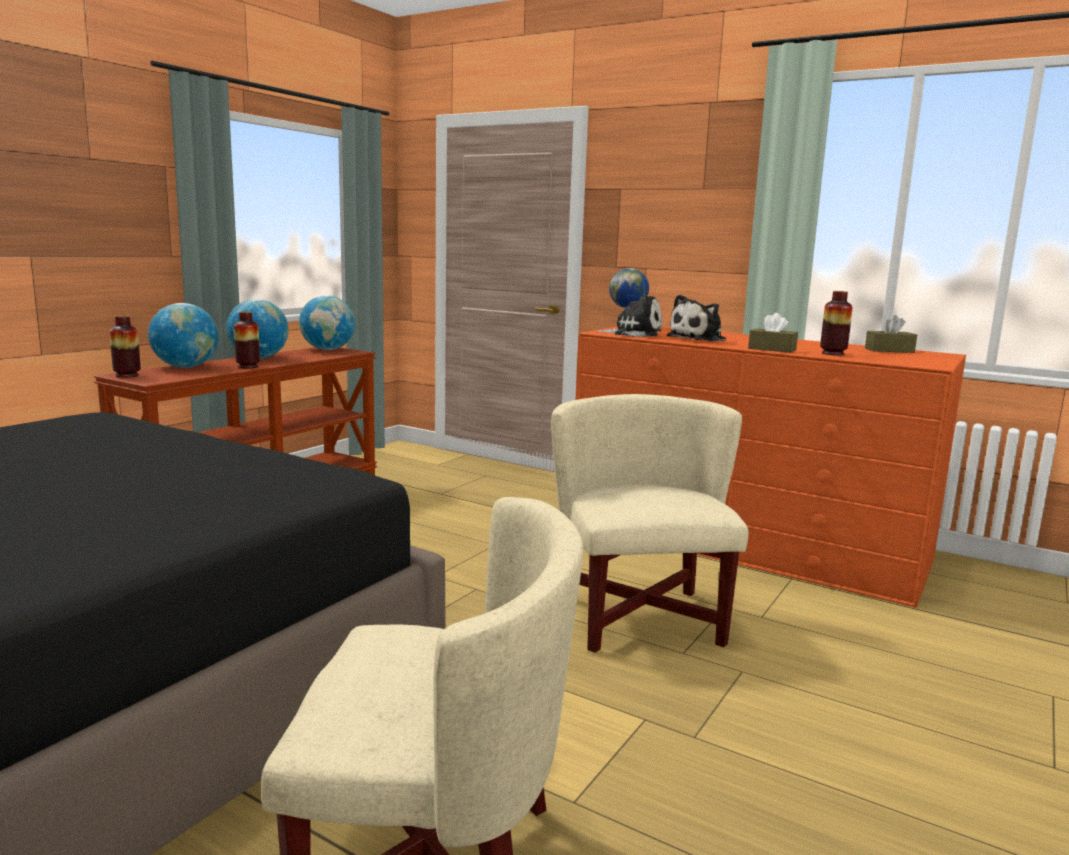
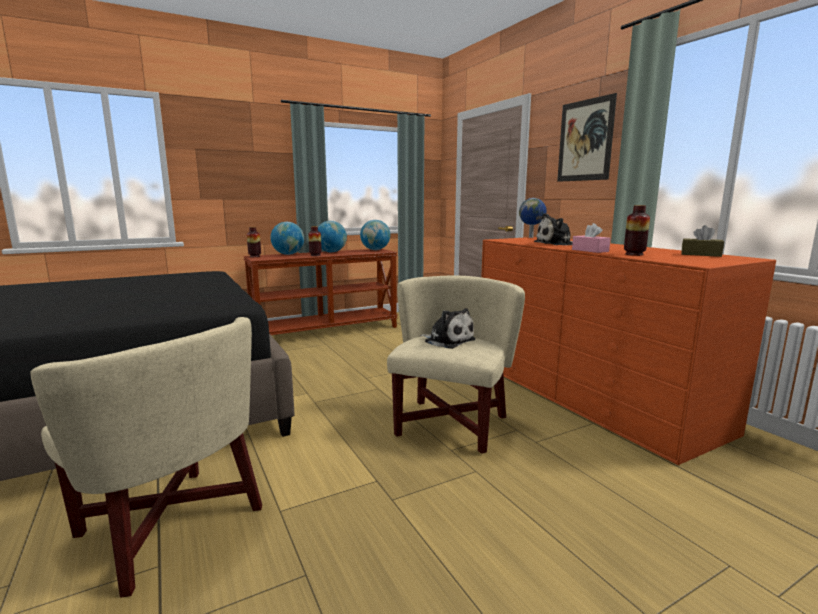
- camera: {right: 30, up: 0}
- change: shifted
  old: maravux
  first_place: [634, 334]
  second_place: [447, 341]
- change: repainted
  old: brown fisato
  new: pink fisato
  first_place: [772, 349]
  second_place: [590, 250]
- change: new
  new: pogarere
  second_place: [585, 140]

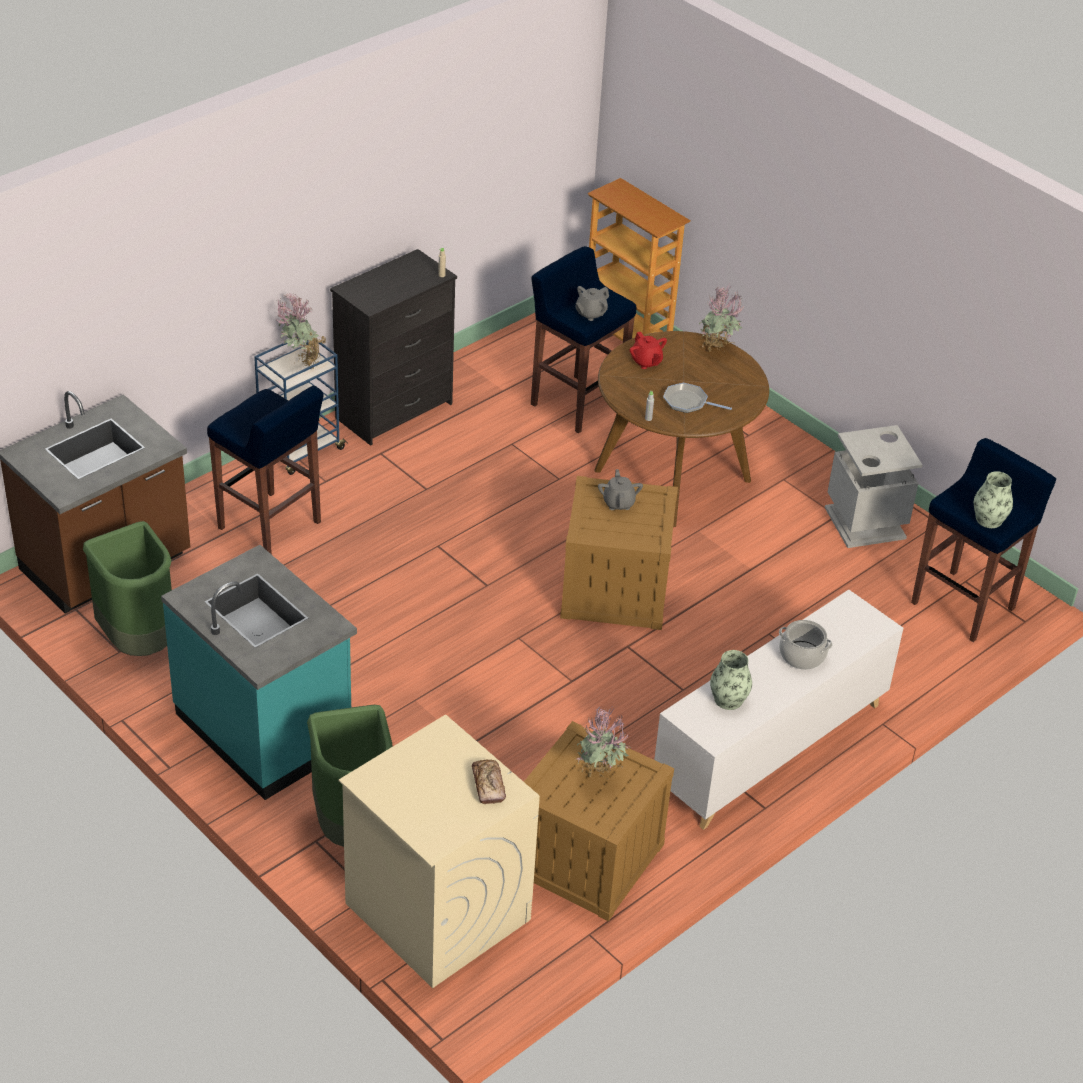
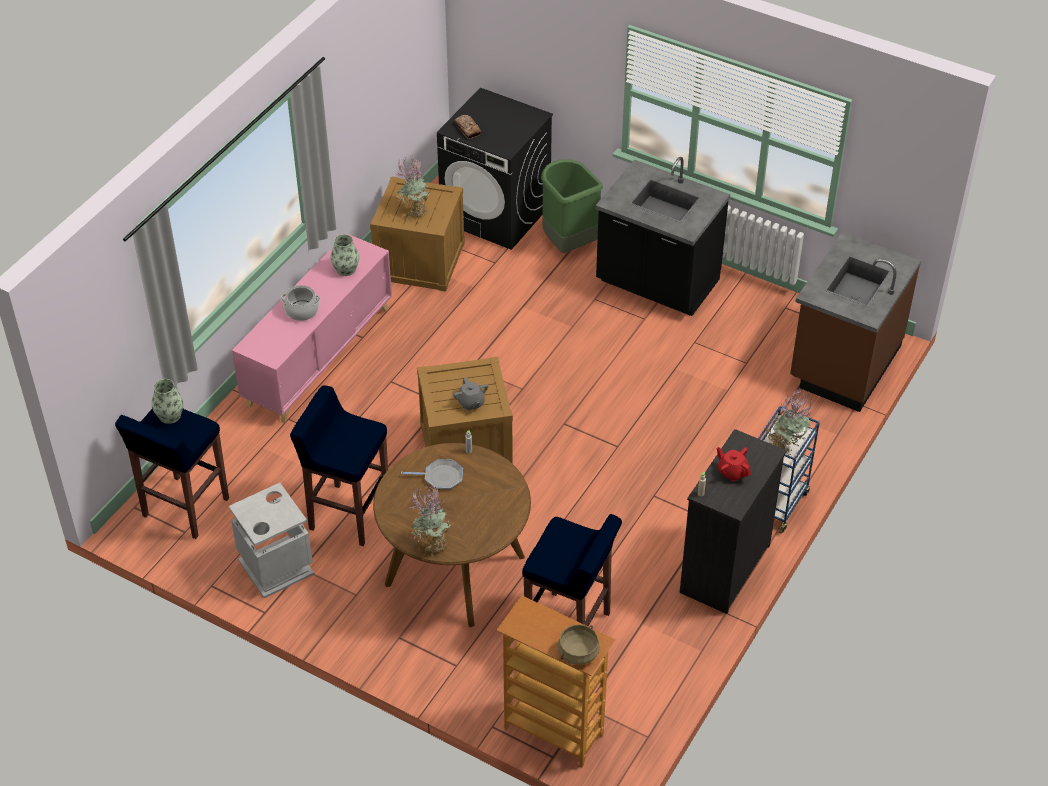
- camera: {right: 165, up: 5}
- change: gone
  old: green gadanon
  first_place: [140, 641]
- change: repainted
  old: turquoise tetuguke
  new: black tetuguke
  first_place: [265, 729]
  second_place: [657, 284]
- change: shifted
  old: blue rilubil
  first_place: [270, 526]
  second_place: [348, 514]
- change: repainted
  old: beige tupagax
  new: black tupagax
  first_place: [436, 911]
  second_place: [496, 213]
- change: gone
  old: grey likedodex
  first_place: [590, 313]
- change: shifted
  old: red likedodex
  first_place: [646, 362]
  second_place: [732, 472]
- change: repainted
  old: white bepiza
  new: pink bepiza
  first_place: [770, 748]
  second_place: [319, 356]
- change: new
  new: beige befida
  second_place: [578, 652]

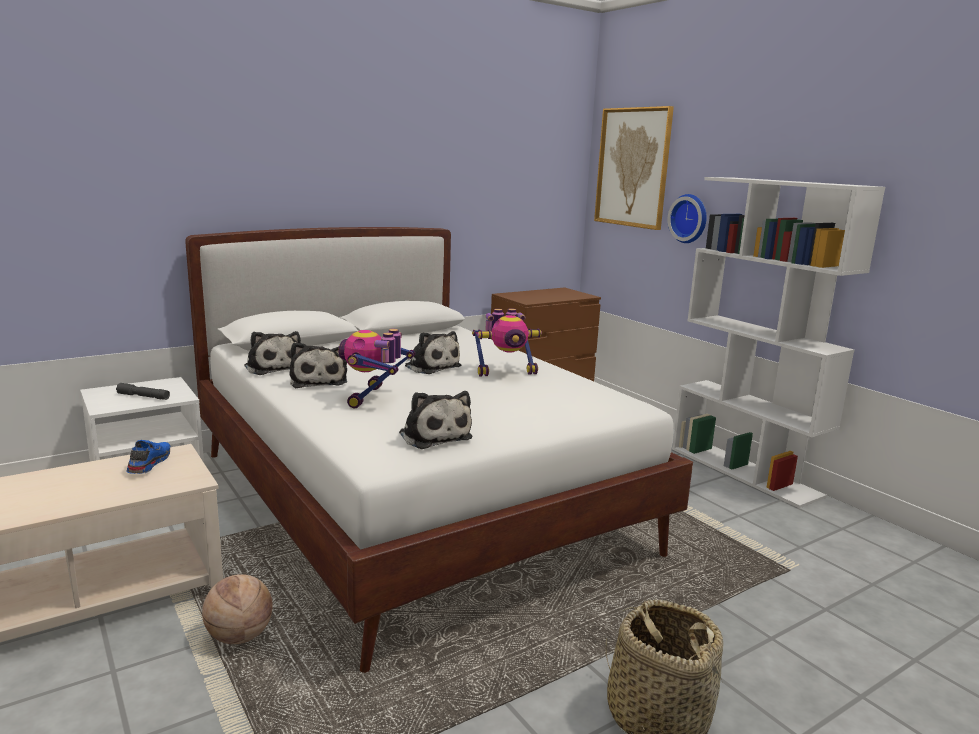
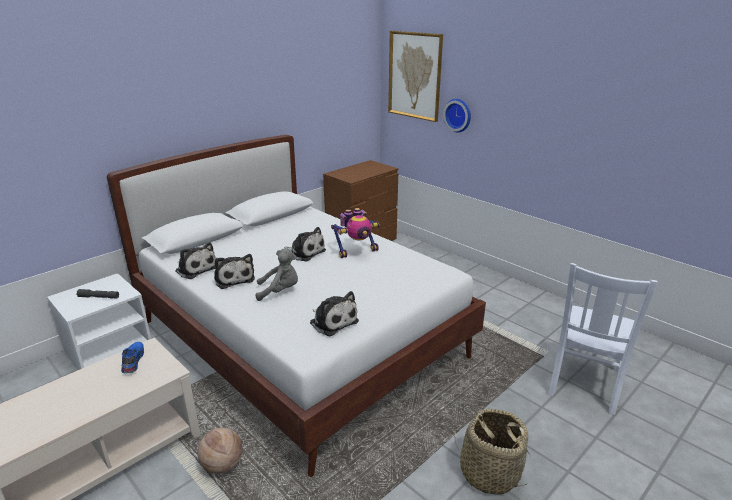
- camera: {right: -10, up: 10}
- change: swapped
  old: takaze
  new: grey maravux
  first_place: [374, 398]
  second_place: [280, 291]
- change: gone
  old: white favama
  first_place: [745, 472]
- change: new
  new: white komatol
  second_place: [584, 384]

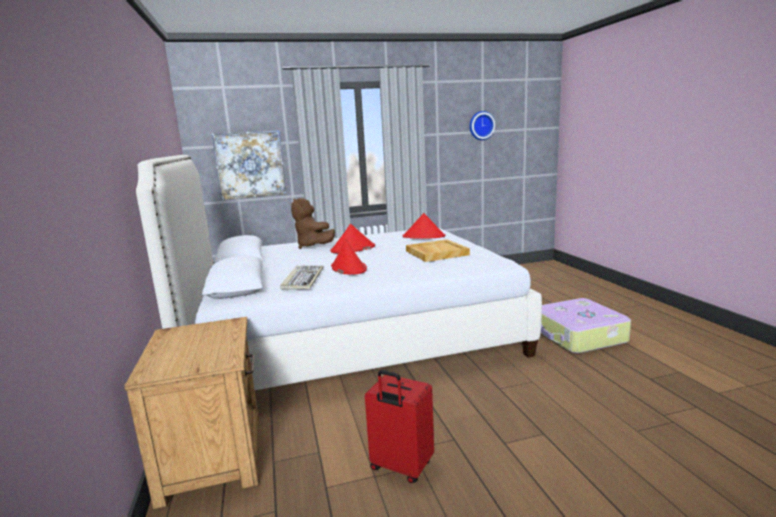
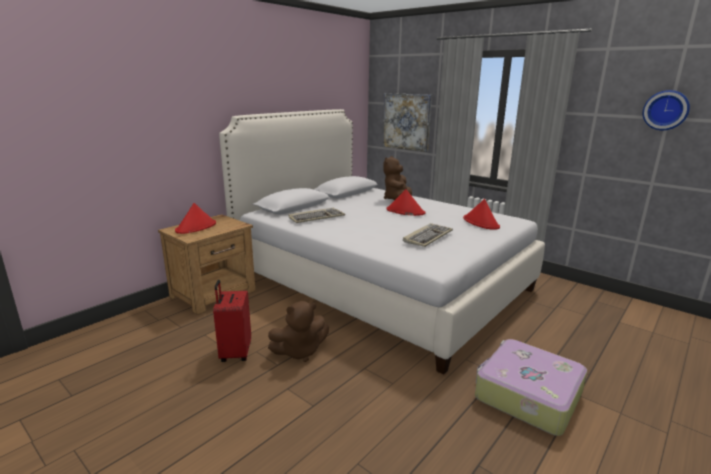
- camera: {right: 55, up: 5}
- change: shifted
  old: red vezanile
  first_place: [348, 268]
  second_place: [196, 227]
- change: swapped
  old: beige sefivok
  new: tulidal
  first_place: [436, 253]
  second_place: [427, 237]
- change: new
  new: brown maravux
  second_place: [300, 351]

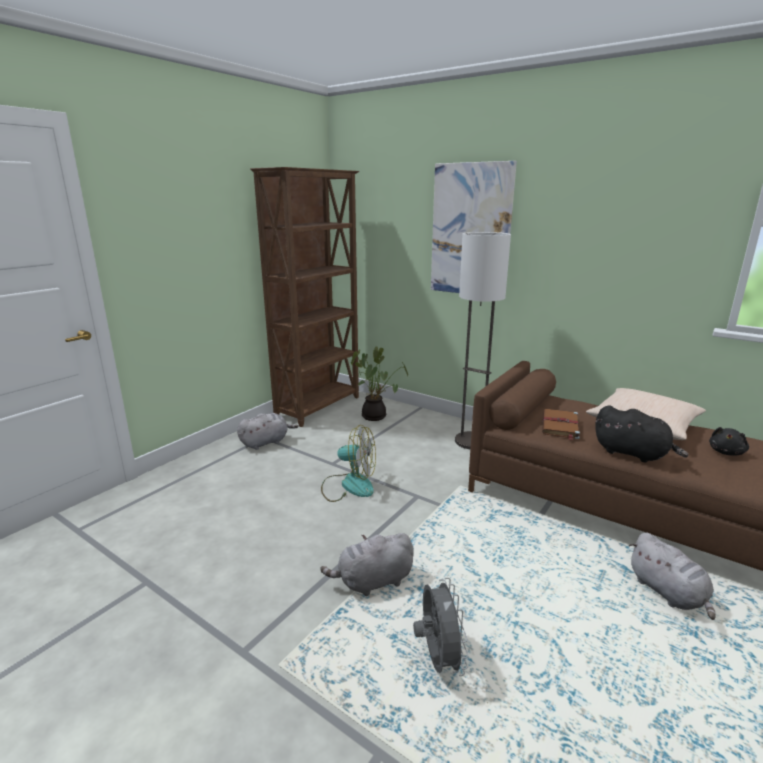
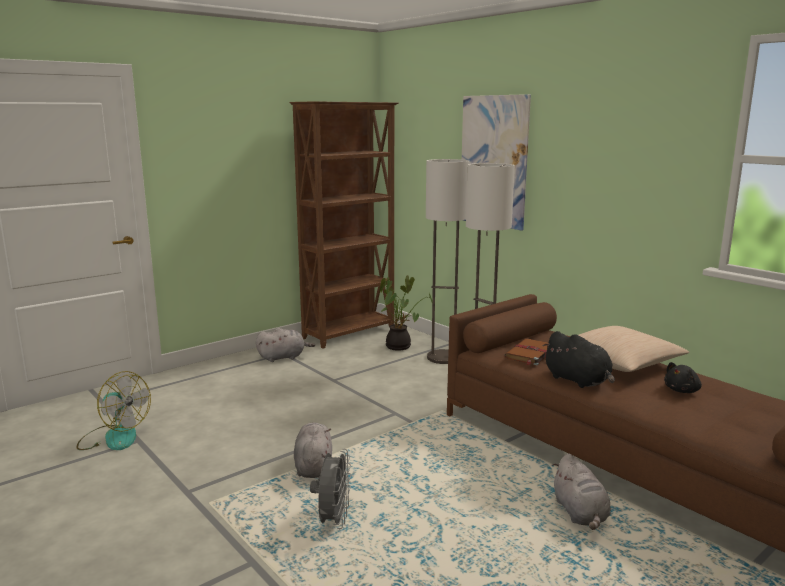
- camera: {right: 15, up: -5}
- change: rotated
  old: grey maravux
  first_place: [372, 582]
  second_place: [313, 466]
  degrees: 90
- change: shifted
  old: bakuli
  first_place: [349, 485]
  second_place: [114, 437]
- change: new
  new: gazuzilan
  second_place: [443, 358]

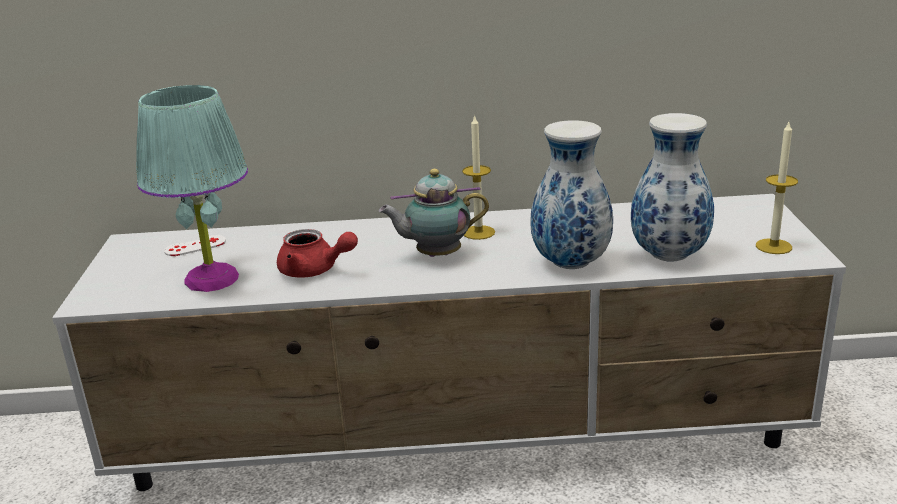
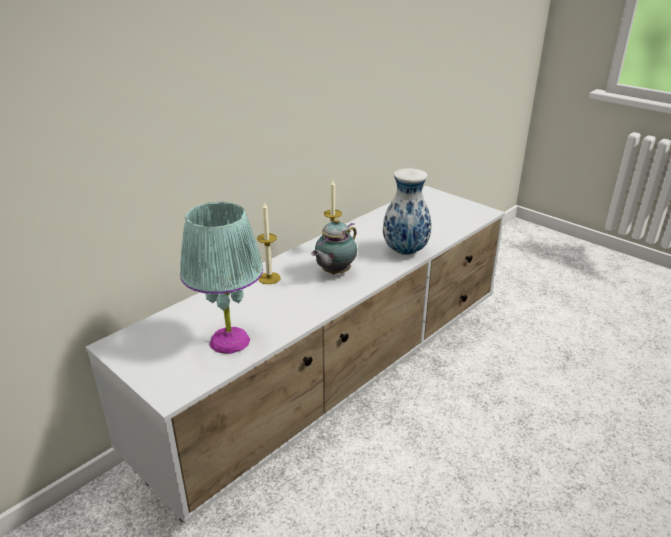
- camera: {right: -45, up: 5}
- change: gone
  old: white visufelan
  first_place: [195, 246]
- change: gone
  old: red likedodex
  first_place: [314, 271]
- change: gone
  old: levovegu
  first_place: [670, 256]
- change: shifted
  old: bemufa
  first_place: [773, 246]
  second_place: [269, 278]

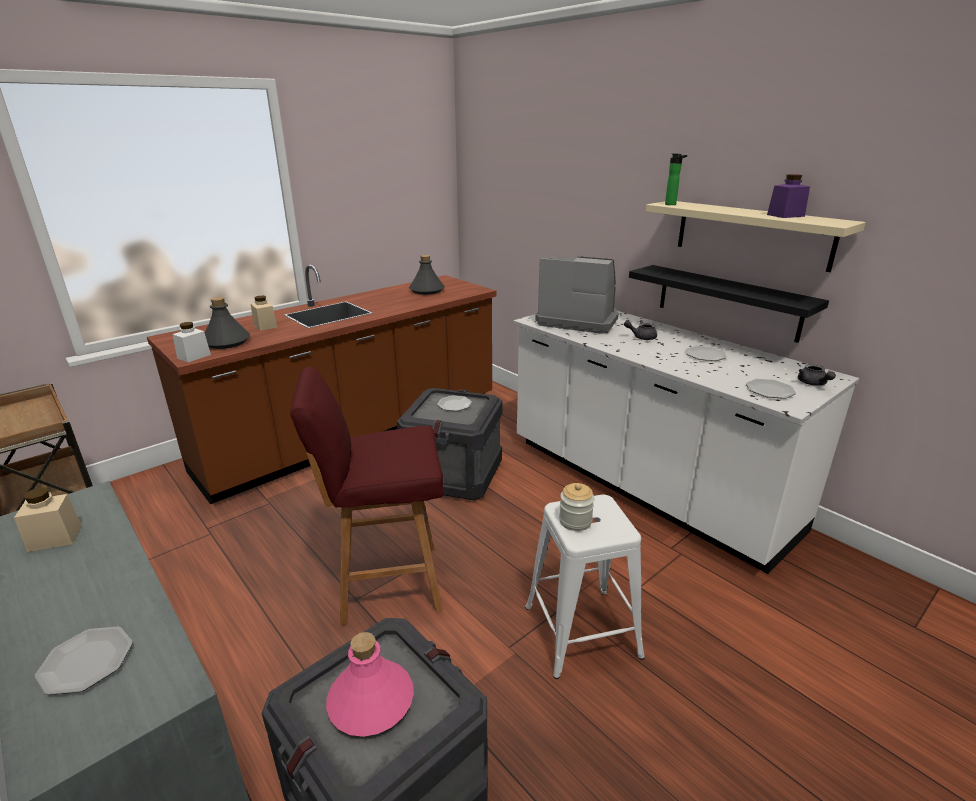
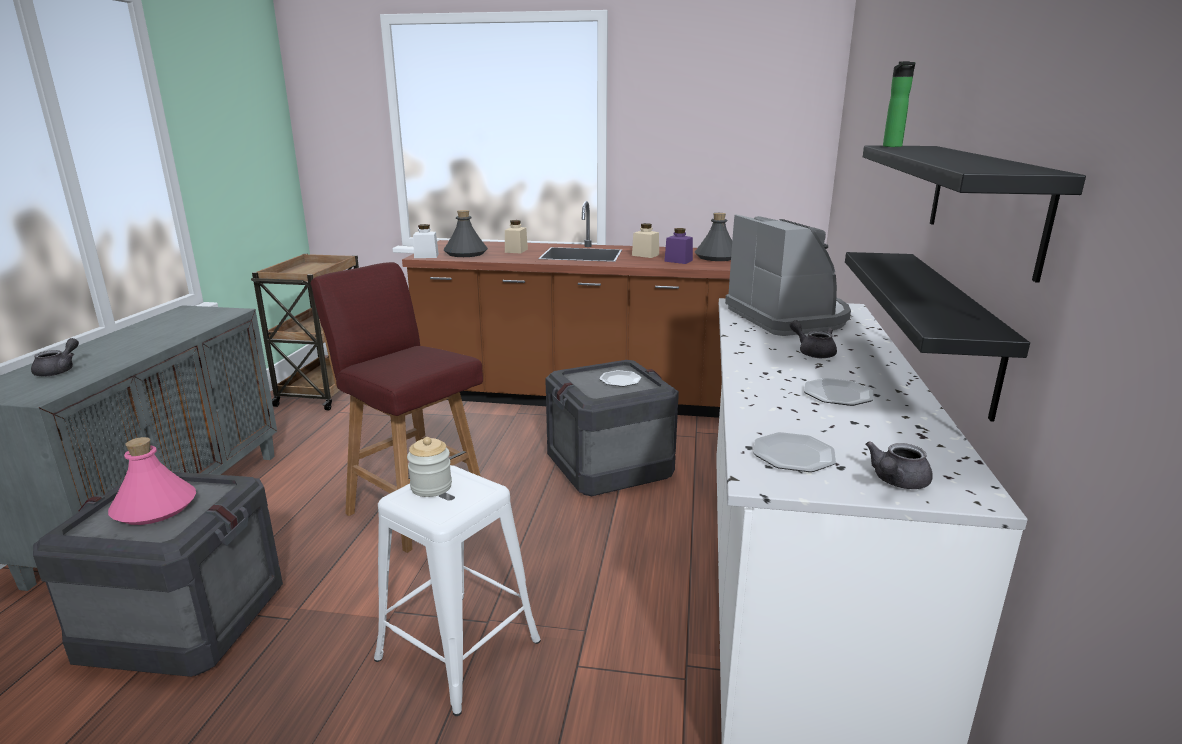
- camera: {right: 50, up: -5}
- change: shifted
  old: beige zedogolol
  first_place: [55, 538]
  second_place: [645, 255]
- change: swapped
  old: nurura
  new: grey likedodex
  first_place: [85, 662]
  second_place: [59, 370]
- change: repainted
  old: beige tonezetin
  new: black tonezetin
  first_place: [752, 234]
  second_place: [984, 203]
- change: shifted
  old: purple zedogolol
  first_place: [785, 215]
  second_place: [678, 261]

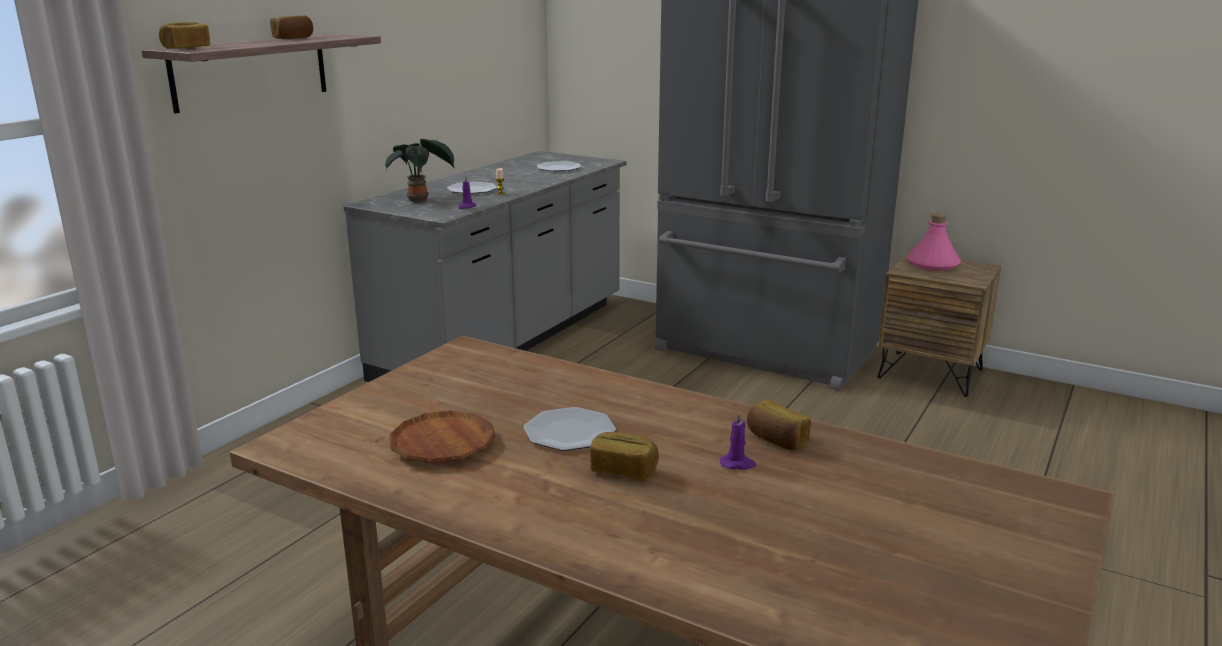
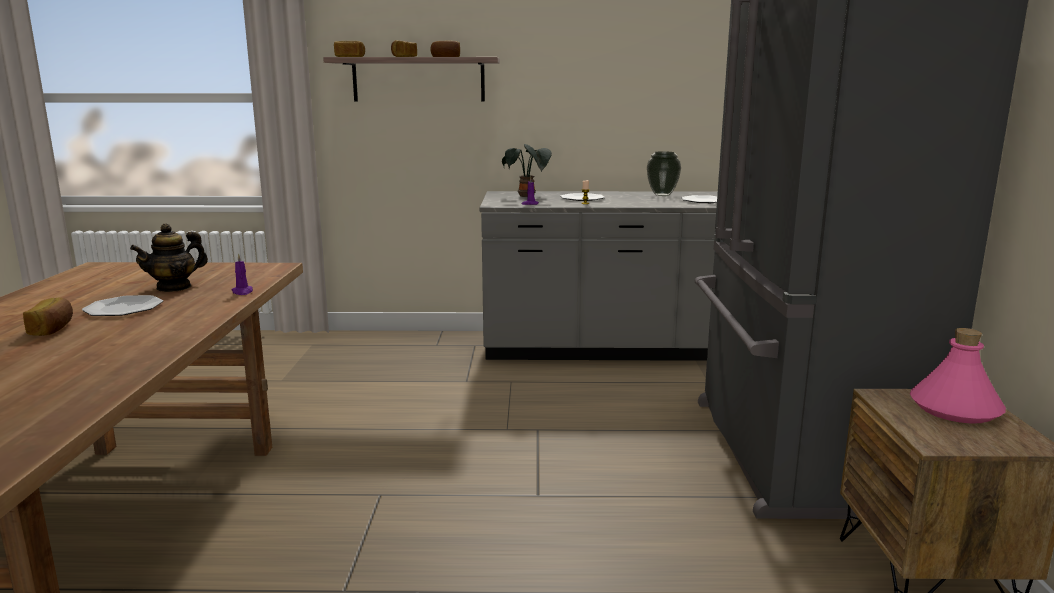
- camera: {right: 60, up: -5}
- change: gone
  old: brown nurura
  first_place: [443, 444]
- change: shifted
  old: purple bemufa
  first_place: [738, 464]
  second_place: [242, 292]
- change: shifted
  old: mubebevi
  first_place: [776, 440]
  second_place: [403, 57]
- change: new
  new: likedodex
  second_place: [174, 287]
- change: new
  new: levovegu
  second_place: [662, 195]

